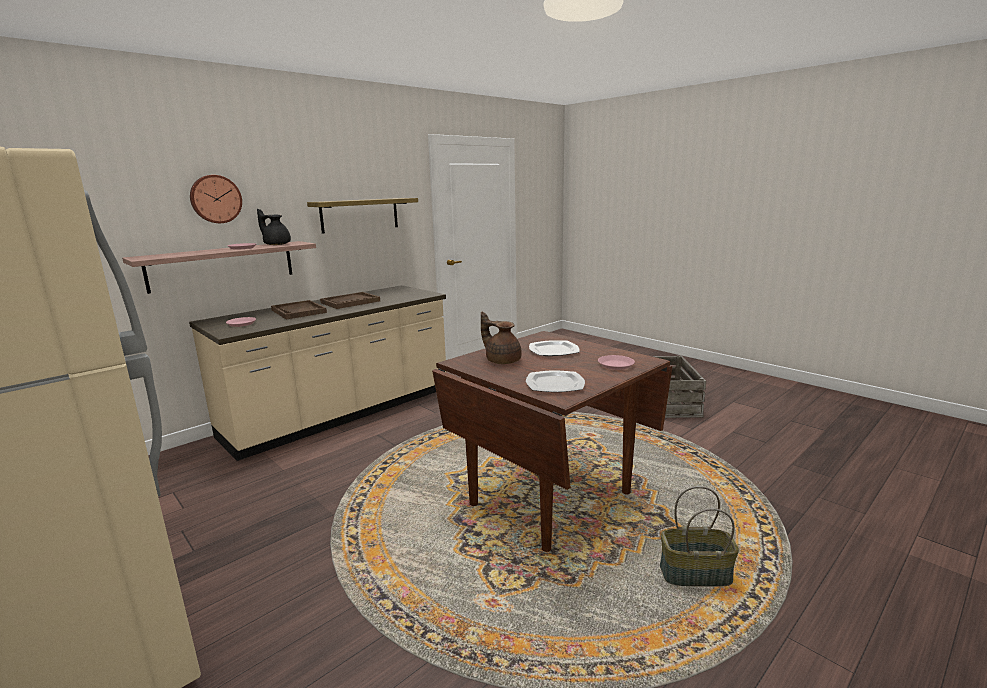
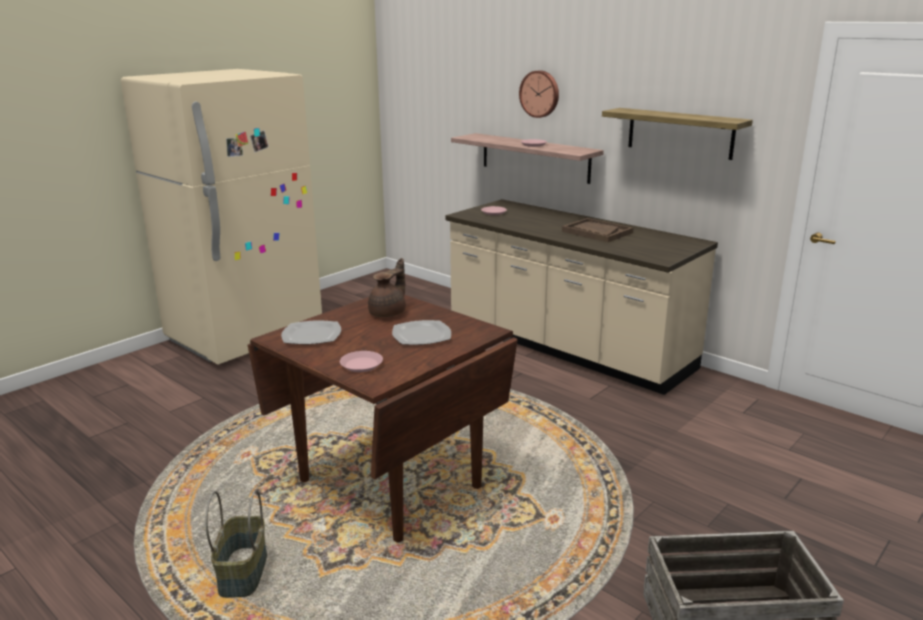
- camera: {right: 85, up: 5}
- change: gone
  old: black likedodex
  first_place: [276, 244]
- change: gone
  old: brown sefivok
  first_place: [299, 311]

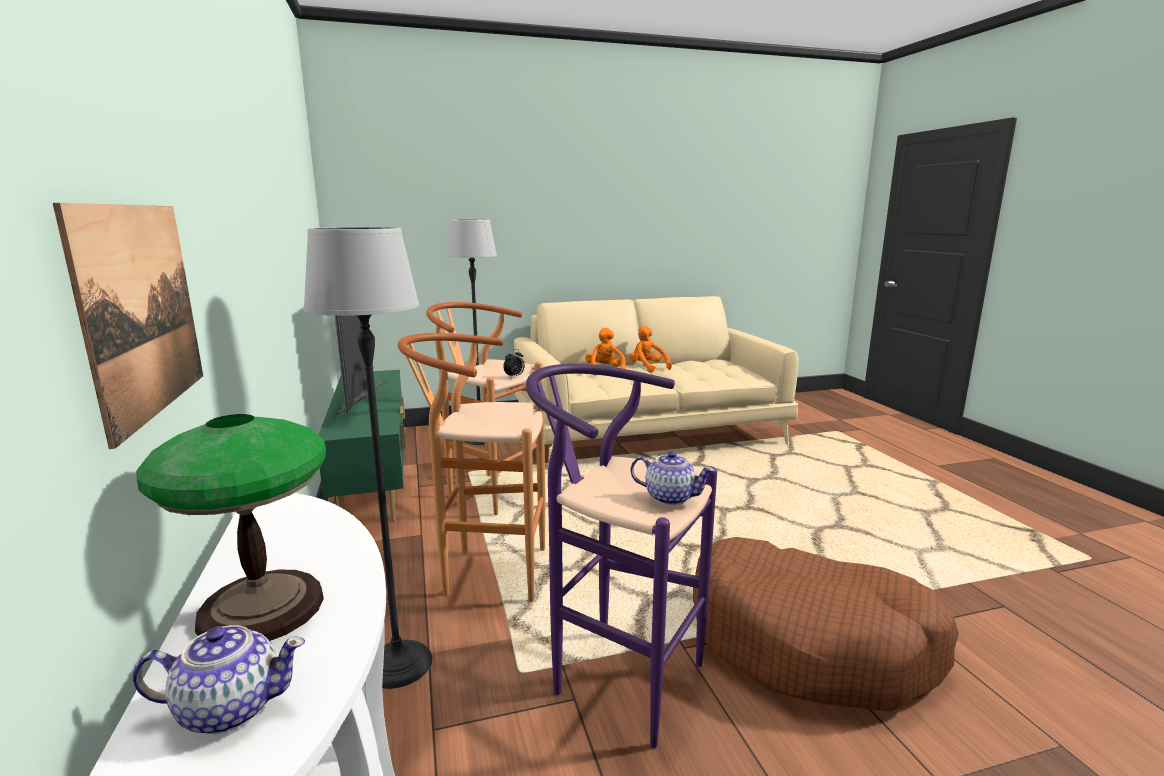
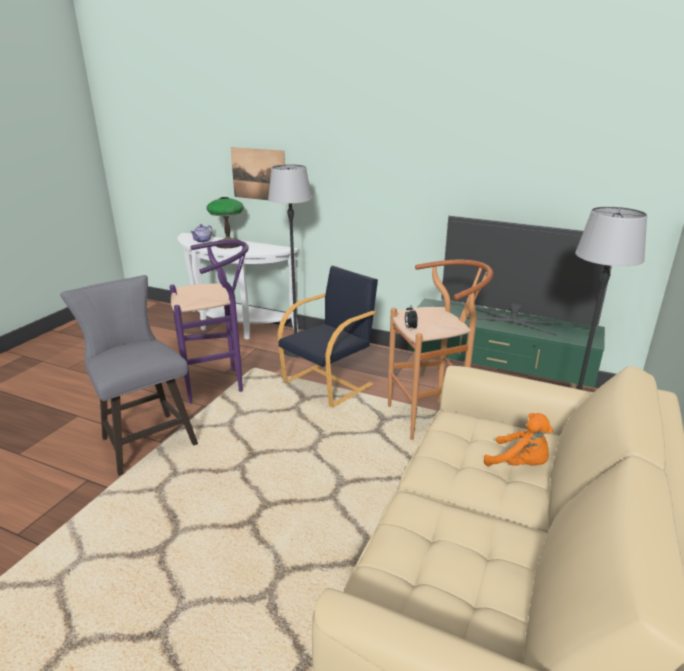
- camera: {right: 130, up: 10}
- change: swapped
  old: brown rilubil
  new: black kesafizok
  first_place: [485, 573]
  second_place: [329, 383]
- change: gone
  old: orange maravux
  first_place: [647, 368]
- change: gone
  old: likedodex
  first_place: [669, 497]
- change: swapped
  old: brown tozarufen
  new: grey rilubil
  first_place: [810, 642]
  second_place: [145, 438]

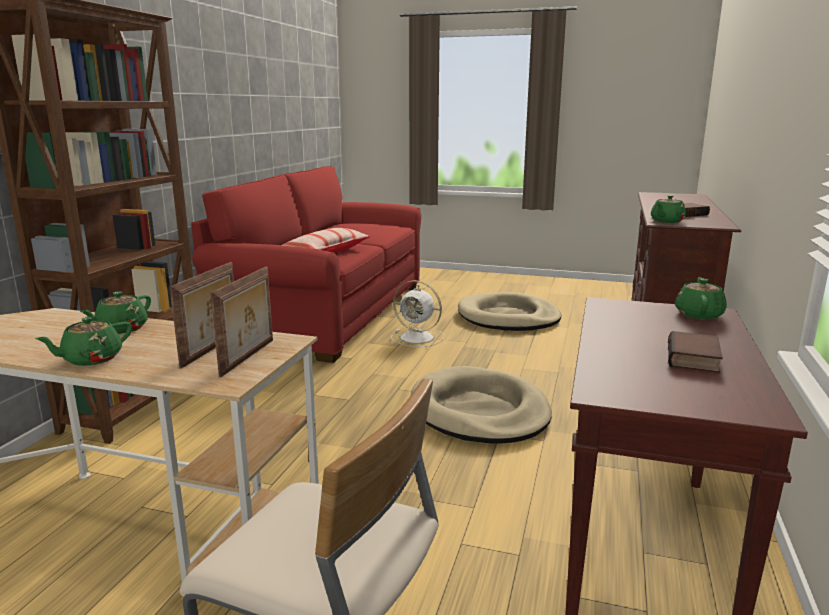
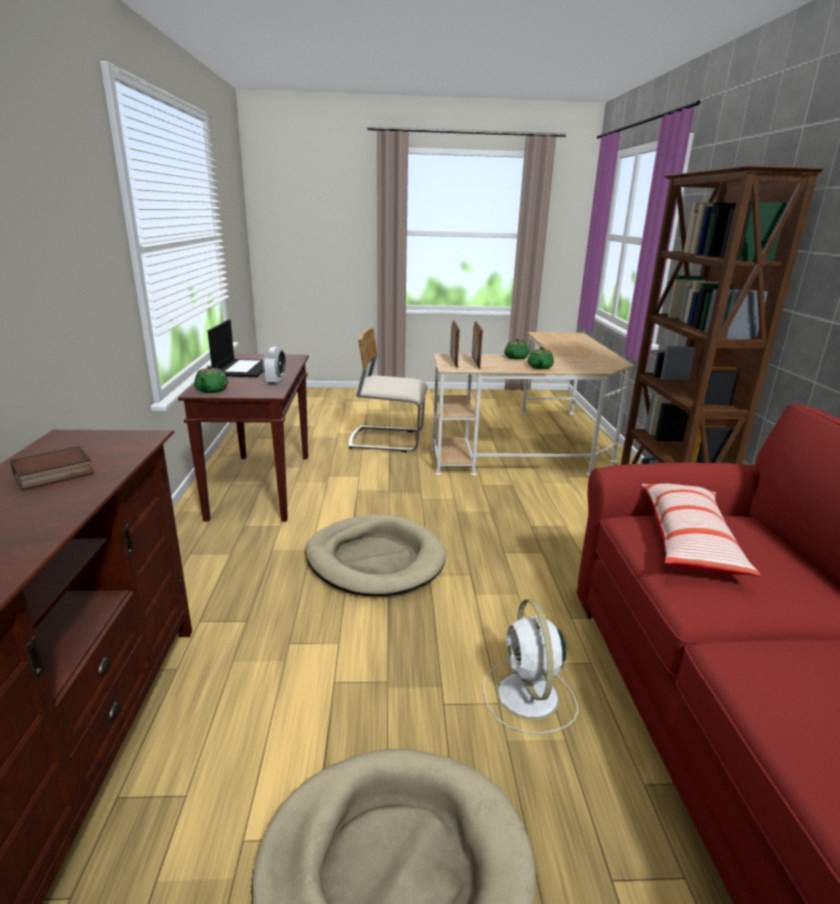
- camera: {right: 160, up: 5}
- change: rotated
  old: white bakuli
  first_place: [418, 338]
  second_place: [528, 697]
  degrees: -105
- change: gone
  old: green likedodex
  first_place: [666, 221]
- change: swapped
  old: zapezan
  new: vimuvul
  first_place: [695, 359]
  second_place: [243, 368]
- change: new
  new: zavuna
  second_place: [275, 382]

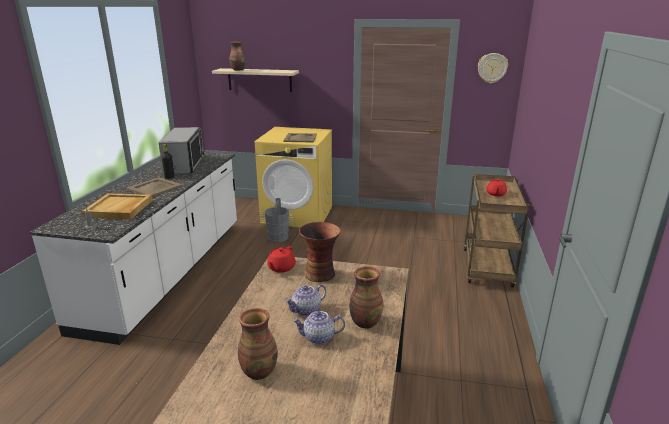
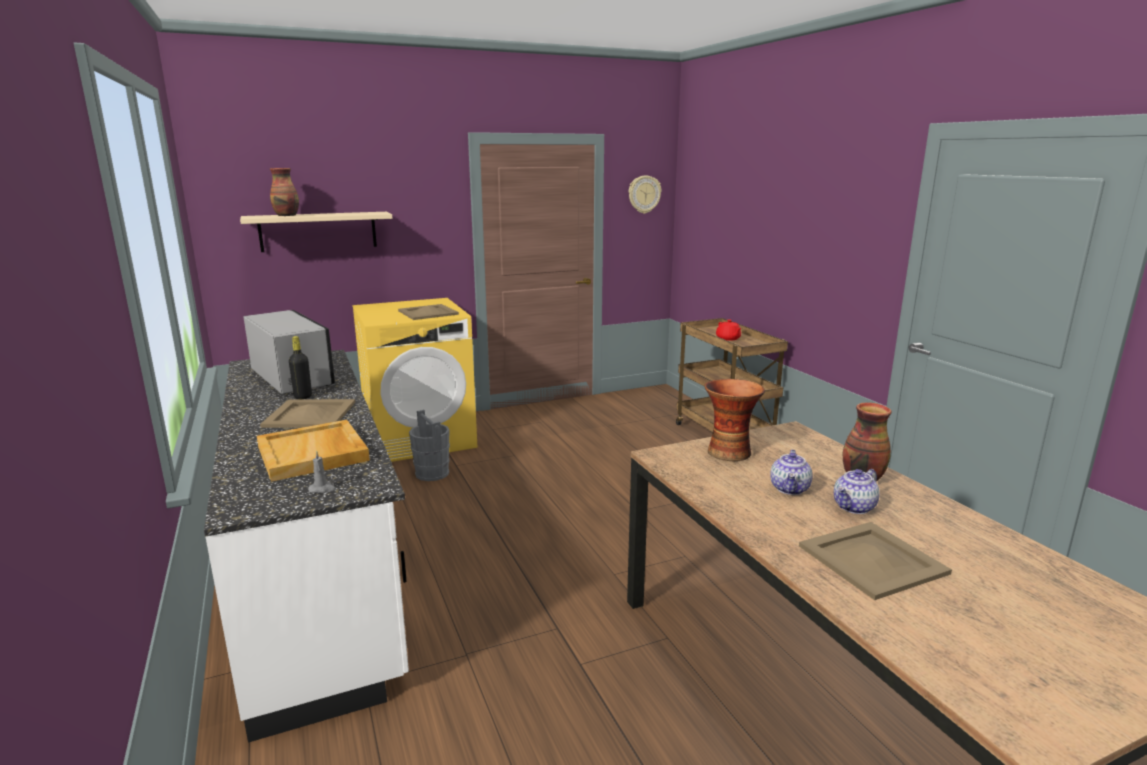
- camera: {right: -35, up: -5}
- change: swapped
  old: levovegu
  new: beige sefivok
  first_place: [259, 371]
  second_place: [870, 559]
- change: gone
  old: red likedodex
  first_place: [281, 268]

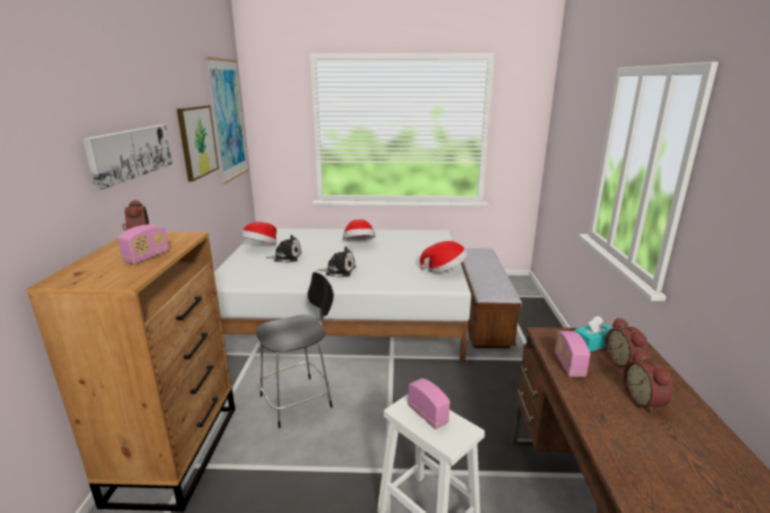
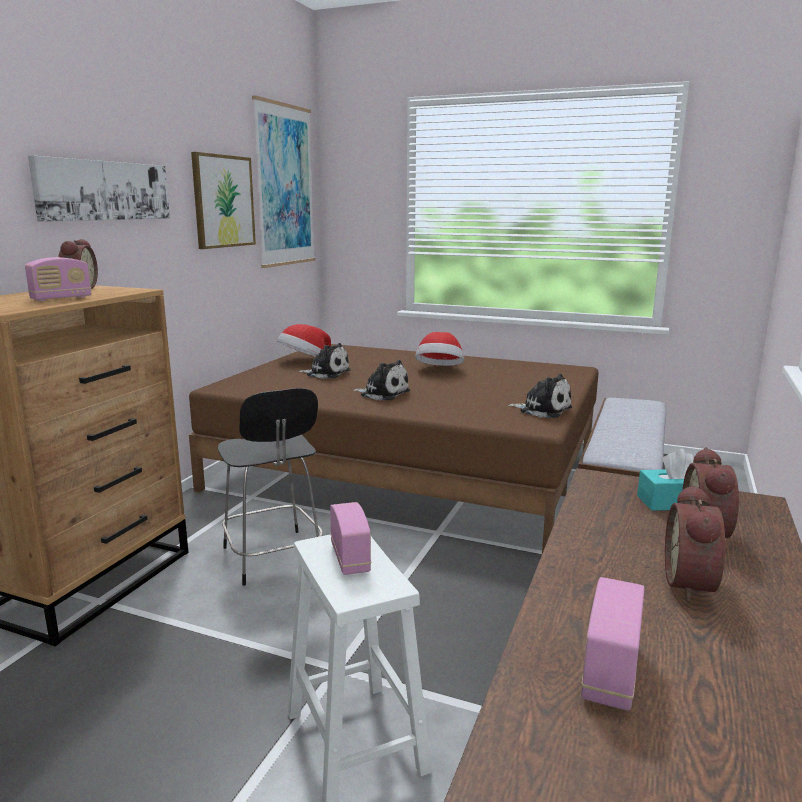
- camera: {right: 20, up: -5}
- change: repainted
  old: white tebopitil
  new: brown tebopitil
  first_place: [345, 312]
  second_place: [407, 470]
- change: rotated
  old: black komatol
  first_place: [298, 400]
  second_place: [273, 558]
  degrees: 75
- change: swapped
  old: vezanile
  new: maravux
  first_place: [444, 270]
  second_place: [542, 410]
- change: shifted
  old: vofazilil
  first_place: [569, 365]
  second_place: [610, 672]

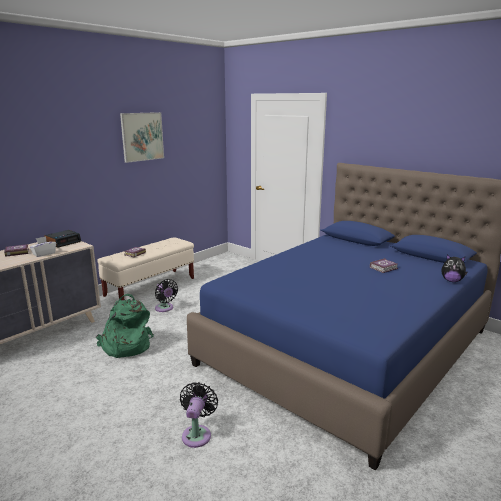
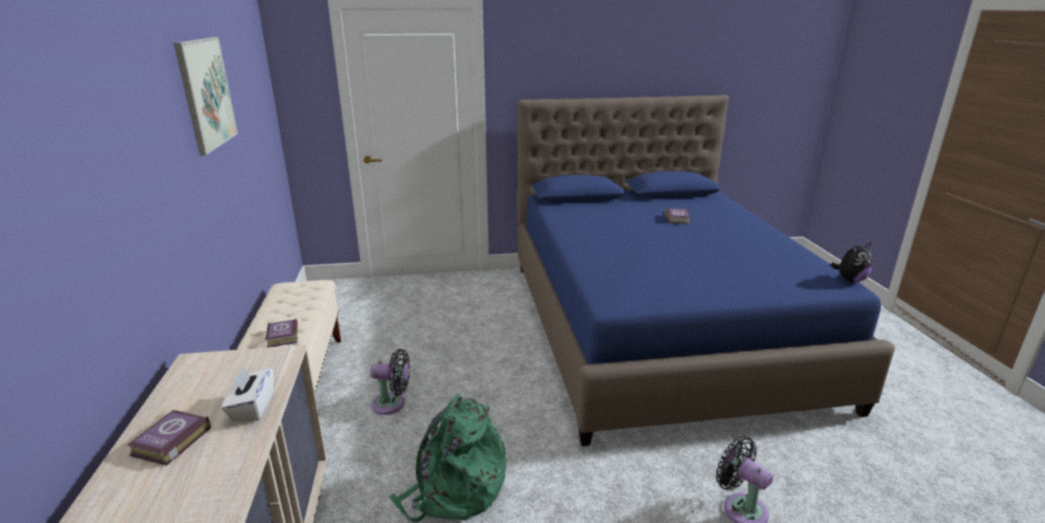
- camera: {right: -50, up: 5}
- change: gone
  old: zavuna
  first_place: [63, 242]
- change: shifted
  old: maravux
  first_place: [451, 281]
  second_place: [850, 280]

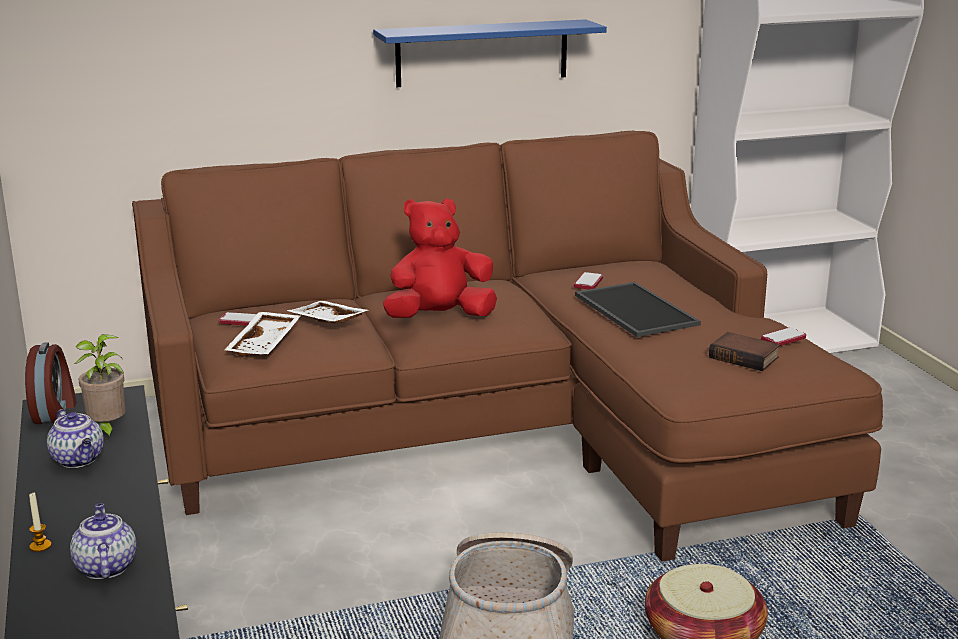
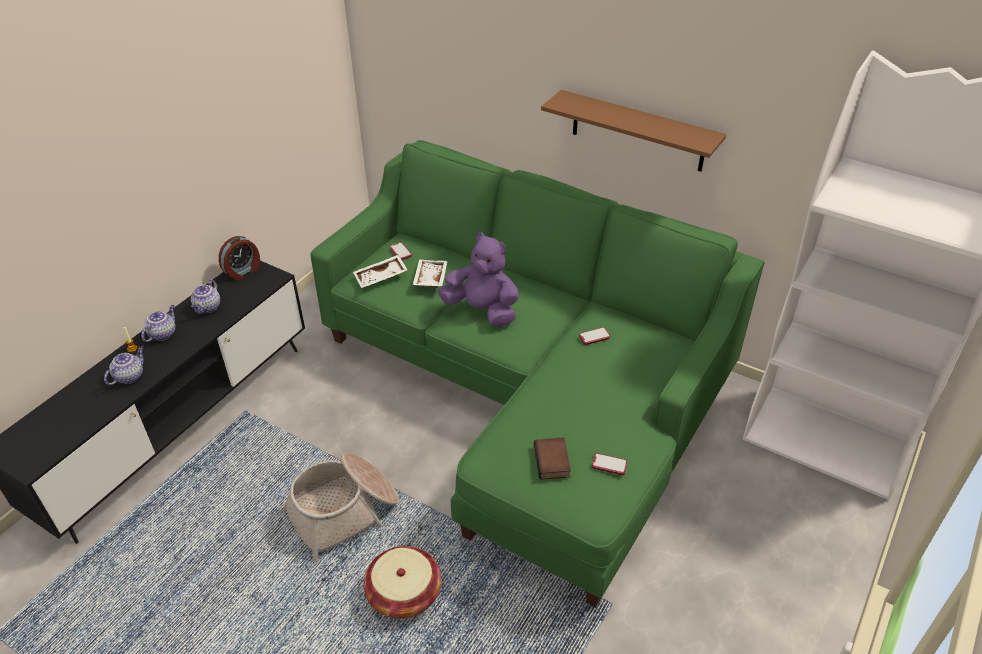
- camera: {right: 50, up: 20}
- change: gone
  old: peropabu
  first_place: [107, 430]
- change: repainted
  old: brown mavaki
  new: green mavaki
  first_place: [498, 432]
  second_place: [530, 390]
- change: repainted
  old: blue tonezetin
  new: brown tonezetin
  first_place: [482, 53]
  second_place: [637, 131]
- change: repainted
  old: red maravux
  new: purple maravux
  first_place: [439, 317]
  second_place: [482, 310]
- change: gone
  old: sefivok
  first_place: [633, 310]
- change: new
  new: likedodex
  second_place: [163, 334]

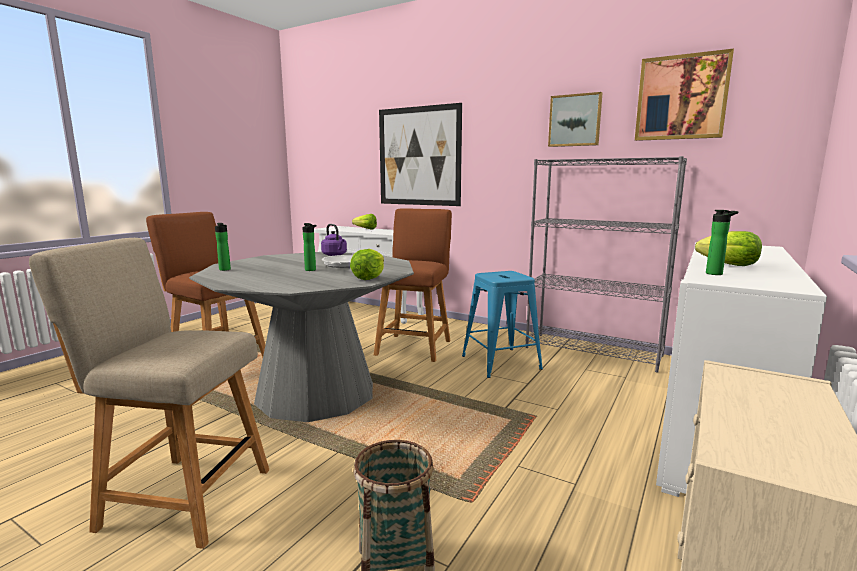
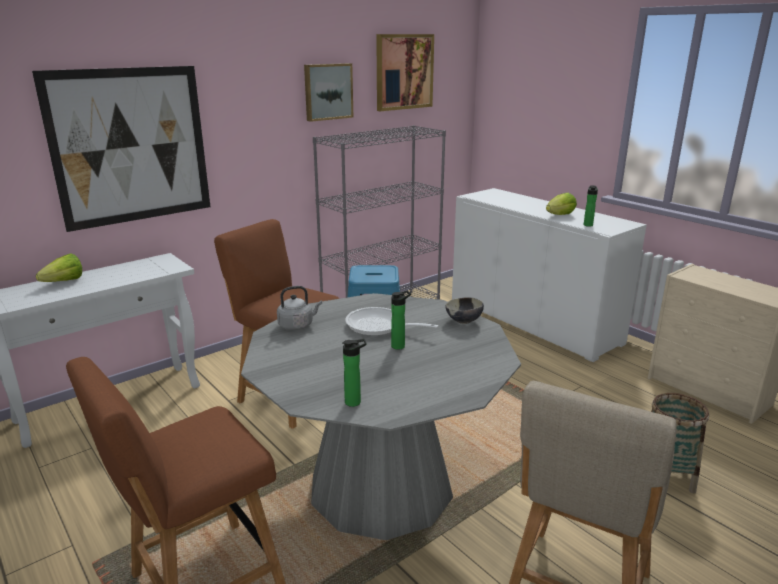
- camera: {right: -70, up: 10}
- change: repainted
  old: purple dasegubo
  new: grey dasegubo
  first_place: [335, 255]
  second_place: [297, 325]
- change: swapped
  old: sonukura
  new: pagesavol
  first_place: [368, 278]
  second_place: [463, 321]

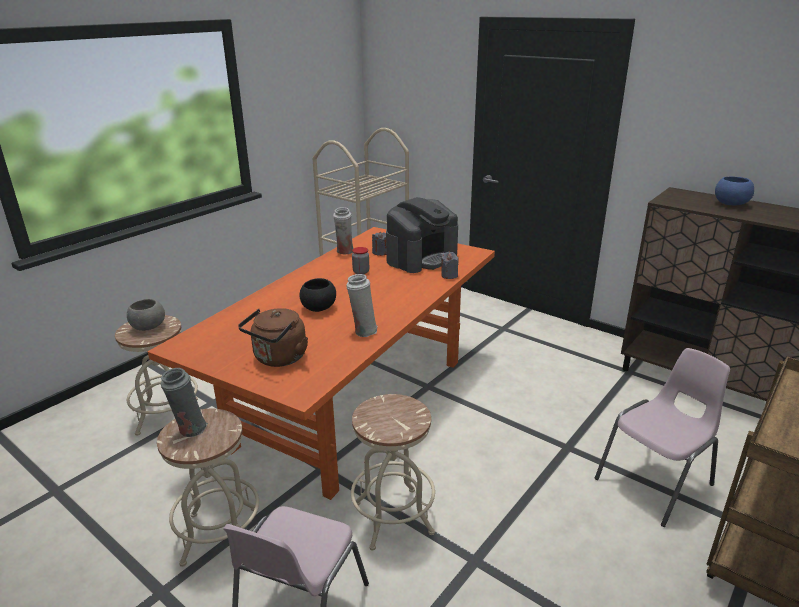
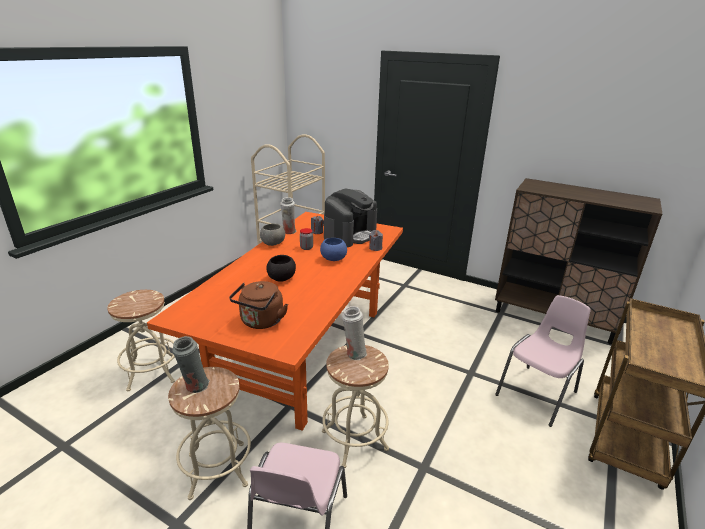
- camera: {right: -10, up: 0}
- change: shifted
  old: grey pagesavol
  first_place: [149, 327]
  second_place: [273, 244]
- change: shifted
  old: white levovegu
  first_place: [363, 331]
  second_place: [354, 354]
- change: shifted
  old: blue pagesavol
  first_place: [730, 204]
  second_place: [333, 259]

